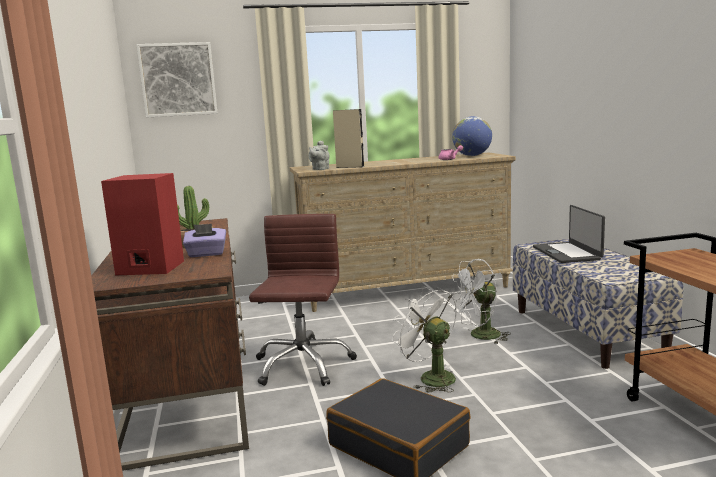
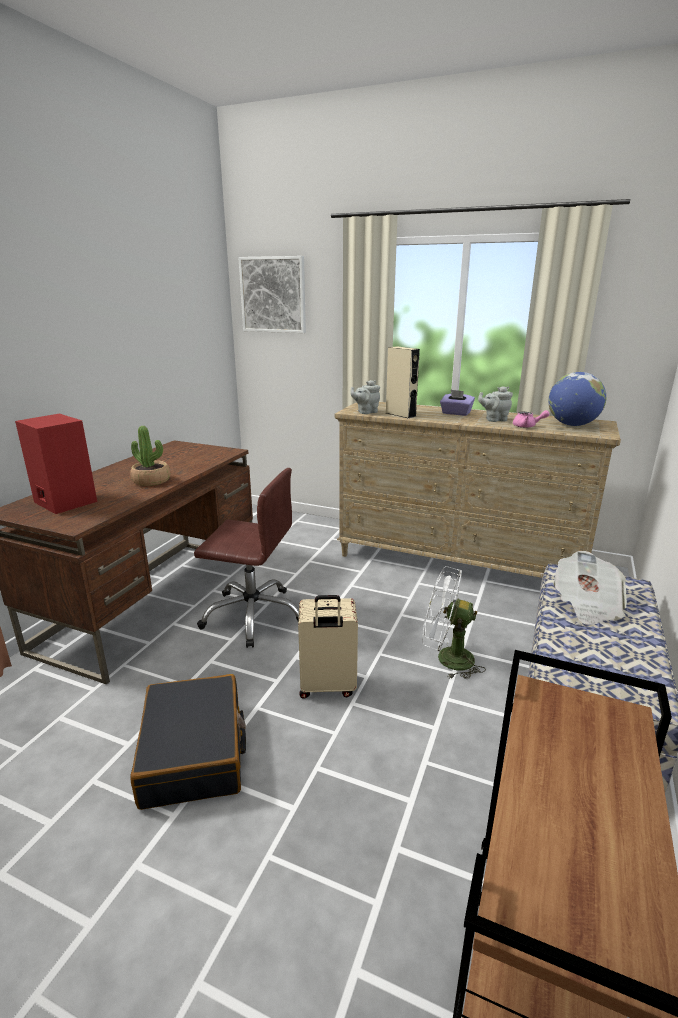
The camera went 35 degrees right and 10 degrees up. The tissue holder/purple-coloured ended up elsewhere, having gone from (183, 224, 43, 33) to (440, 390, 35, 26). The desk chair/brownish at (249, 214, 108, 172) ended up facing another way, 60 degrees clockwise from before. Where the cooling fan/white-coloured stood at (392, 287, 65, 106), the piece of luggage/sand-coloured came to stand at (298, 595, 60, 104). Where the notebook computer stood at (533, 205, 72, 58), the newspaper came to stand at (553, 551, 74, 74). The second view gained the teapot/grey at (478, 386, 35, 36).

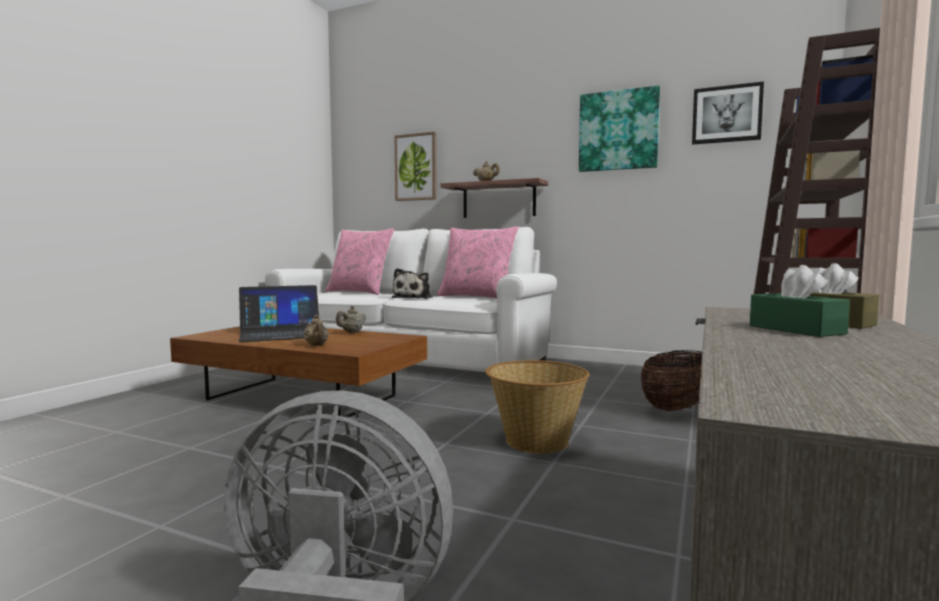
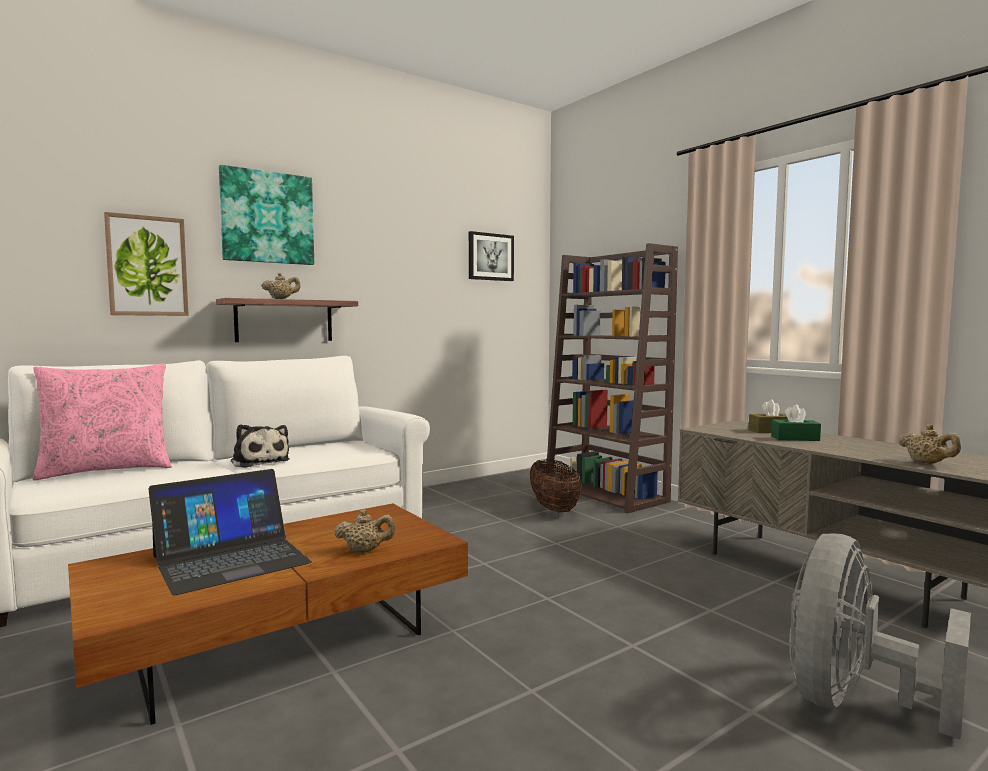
The camera went 60 degrees left and 0 degrees up. The notebook computer at (239, 285, 80, 57) ended up facing another way, 45 degrees clockwise from before. The teapot/sand-coloured ended up elsewhere, having gone from (336, 306, 30, 27) to (898, 424, 63, 40). The second view lost the throw pillow/pink at (437, 226, 81, 72). The second view lost the basket at (485, 360, 104, 94). The wall picture ended up elsewhere, having gone from (579, 85, 81, 87) to (219, 165, 95, 100).

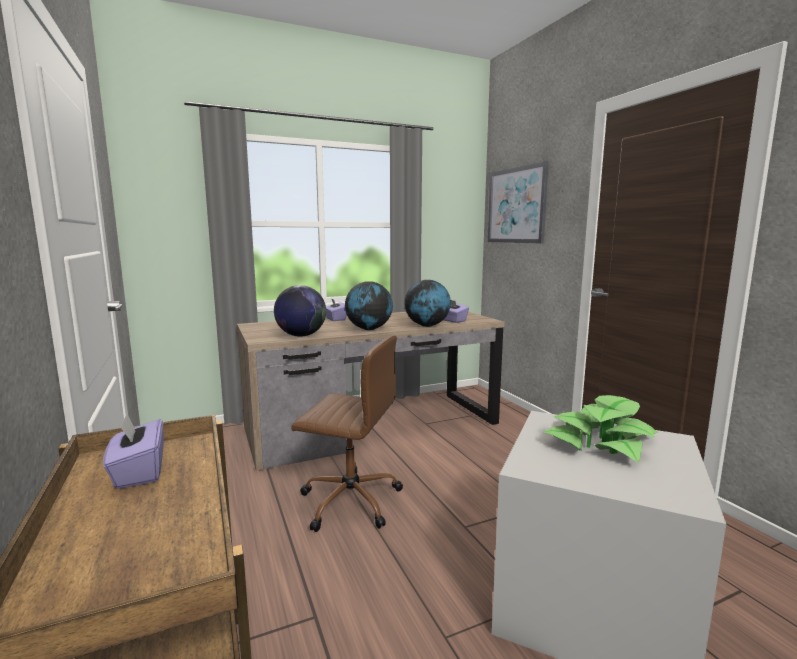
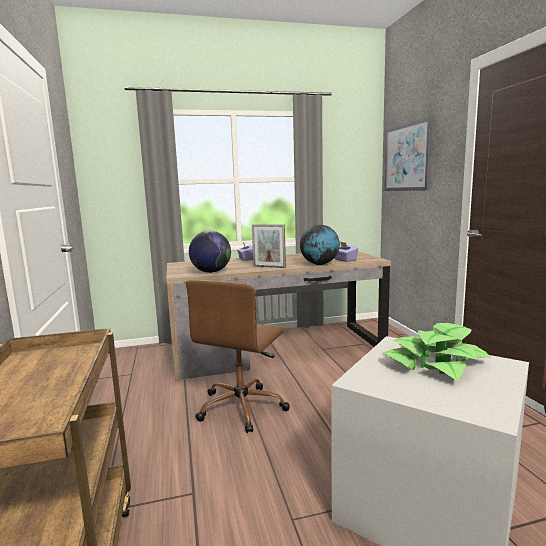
The camera went 10 degrees right and 0 degrees up. The second view lost the tissue holder/purple-coloured at (103, 414, 61, 75). The desk chair/brownish at (291, 336, 112, 196) ended up facing another way, 90 degrees clockwise from before. Where the globe stood at (345, 281, 48, 49), the standing frame came to stand at (252, 224, 34, 44).

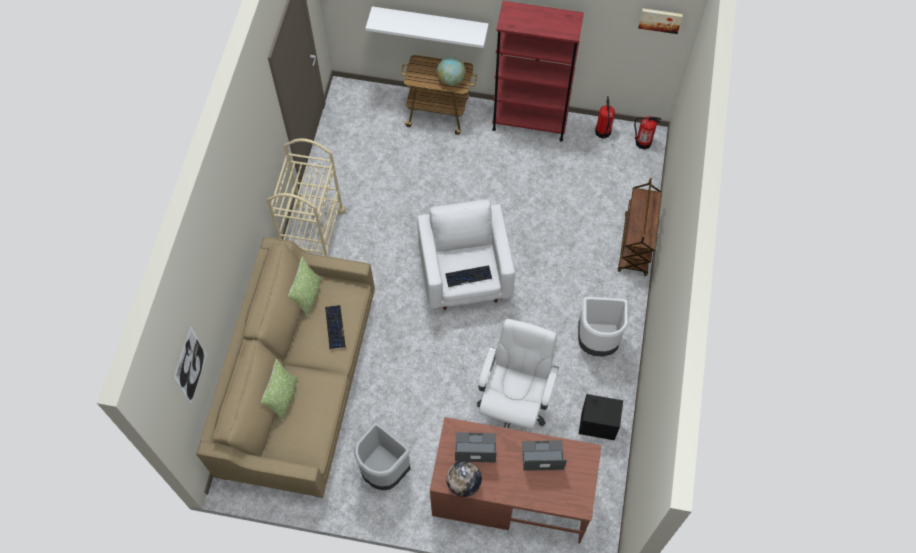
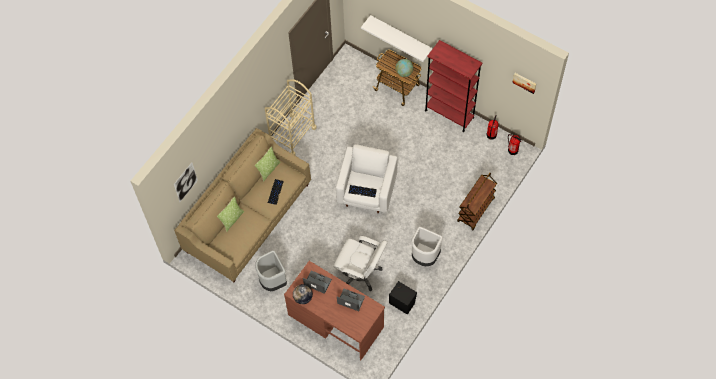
The camera went 25 degrees right and 0 degrees up. The desk chair/white-coloured at (477, 319, 82, 110) ended up facing another way, 75 degrees clockwise from before.

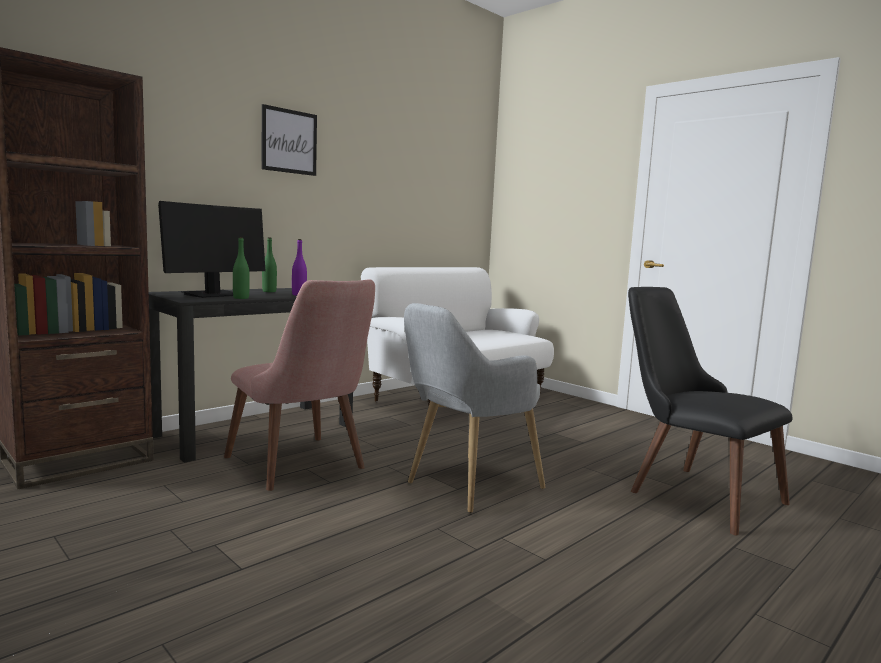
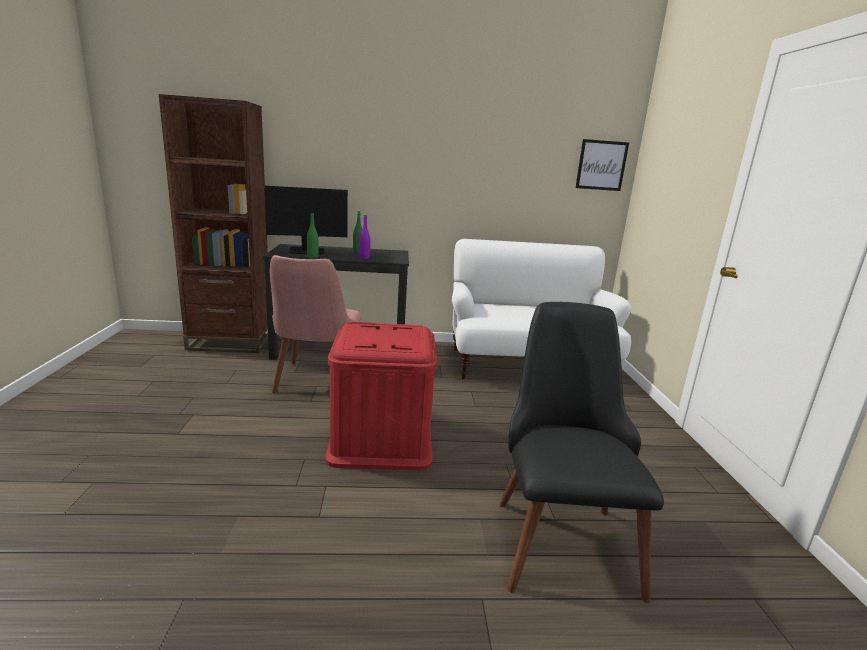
The camera went 40 degrees right and 10 degrees up. The wall picture ended up elsewhere, having gone from (262, 104, 55, 72) to (575, 139, 54, 52). Where the easy chair/grey stood at (404, 303, 141, 210), the storage container/red-coloured came to stand at (325, 322, 112, 148).

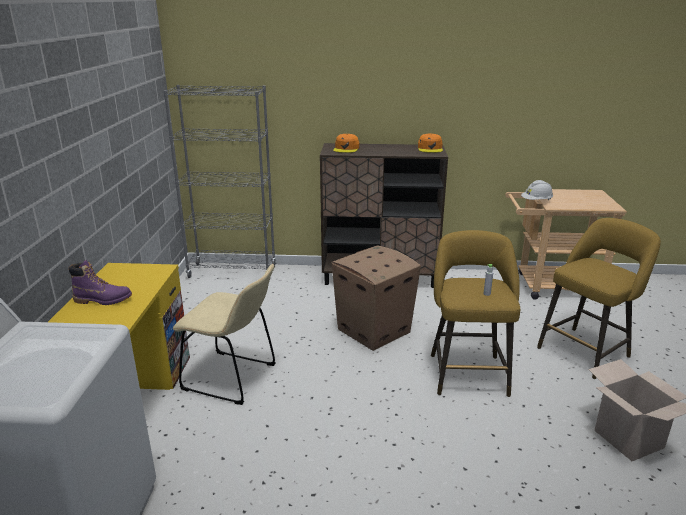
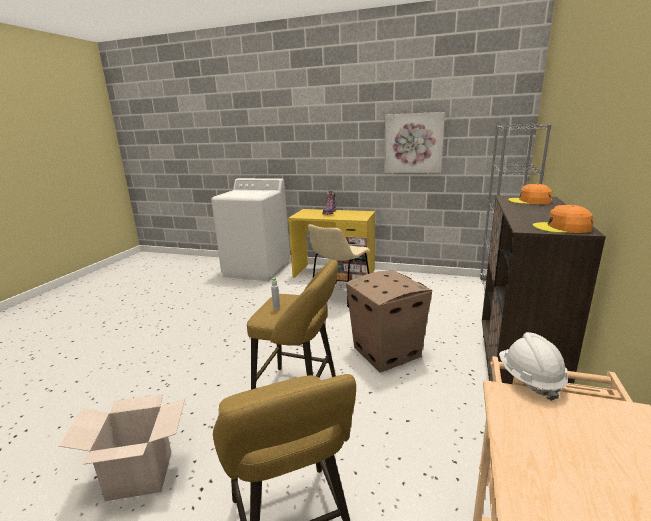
The camera went 105 degrees right and 5 degrees down. The second view gained the wall picture at (384, 112, 61, 61).

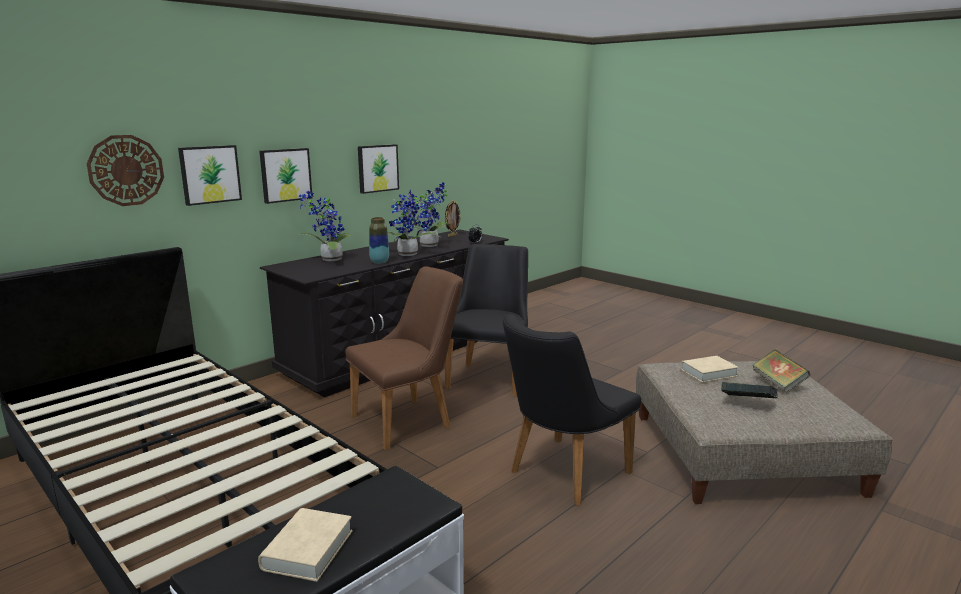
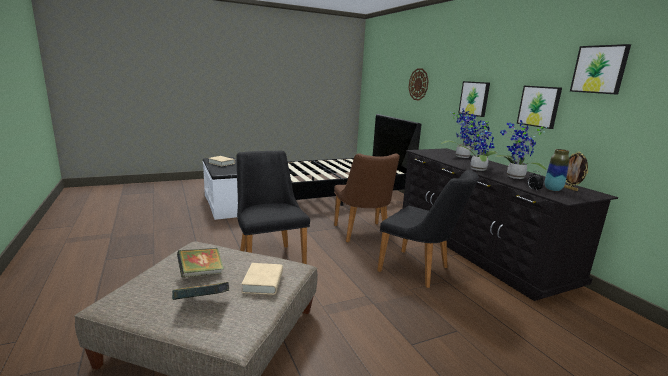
The camera went 110 degrees right and 0 degrees up. The wall picture ended up elsewhere, having gone from (178, 145, 64, 61) to (570, 44, 61, 51). The decorative vase ended up elsewhere, having gone from (369, 217, 20, 47) to (545, 149, 25, 42).

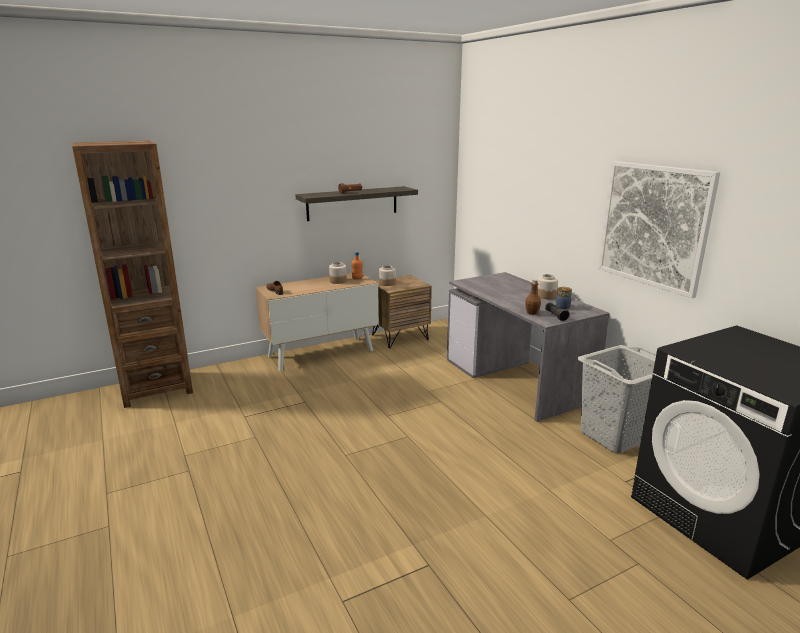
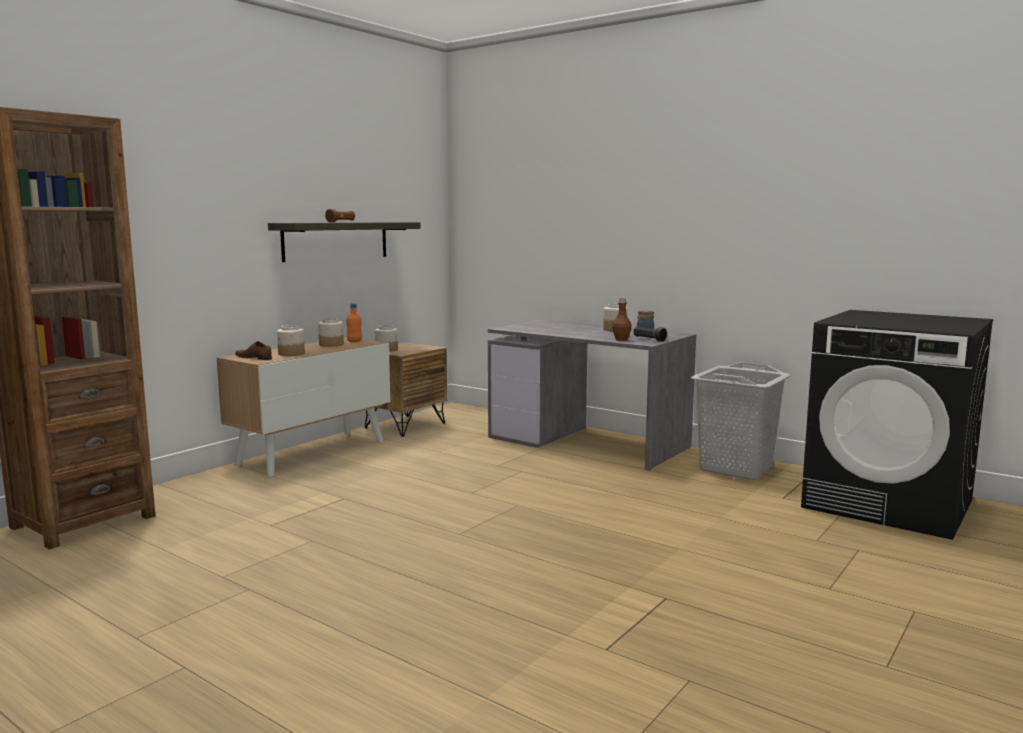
The camera went 25 degrees left and 10 degrees down. The second view lost the wall picture at (598, 161, 122, 137). The second view gained the preserve jar at (277, 325, 28, 31).

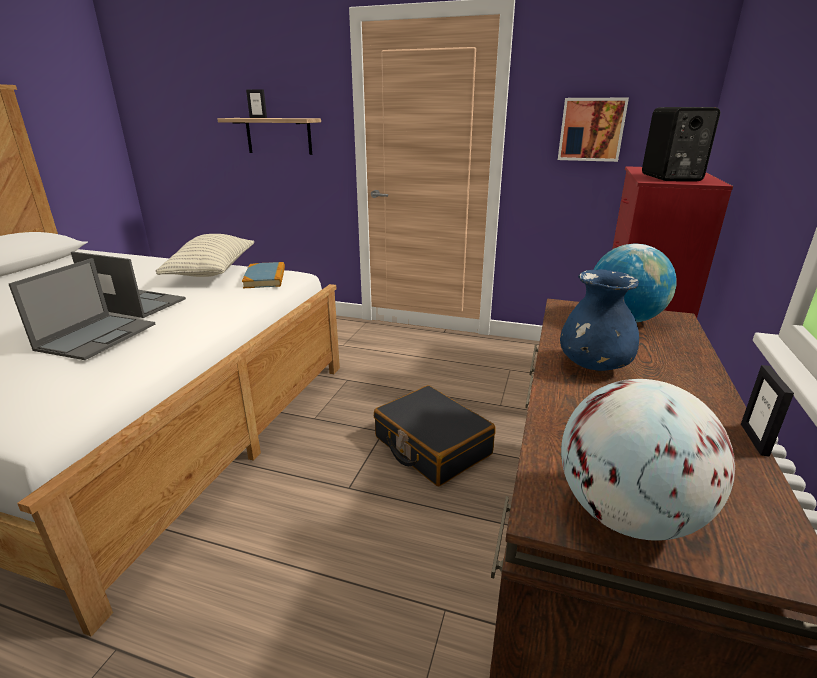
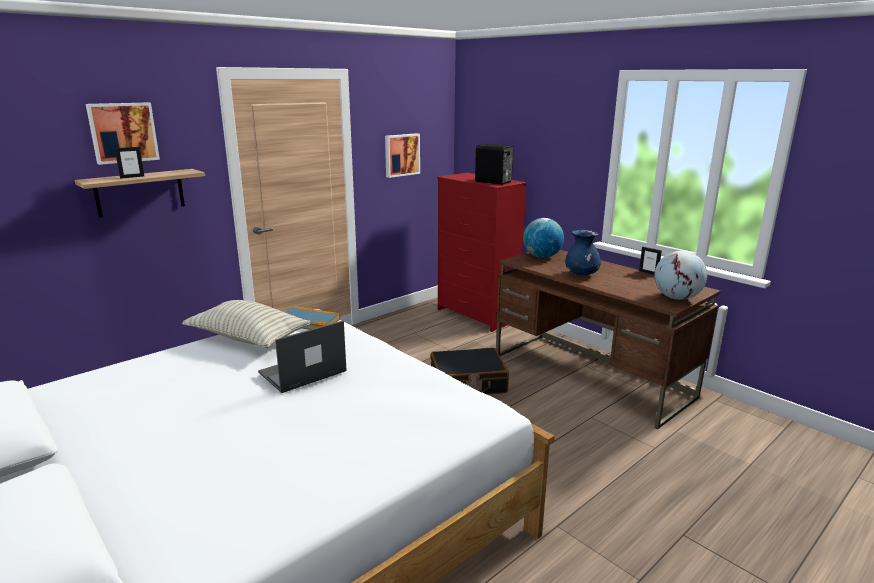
The camera went 60 degrees left and 5 degrees down. The second view lost the notebook computer at (9, 258, 146, 102). The second view gained the wall picture at (86, 102, 74, 63).

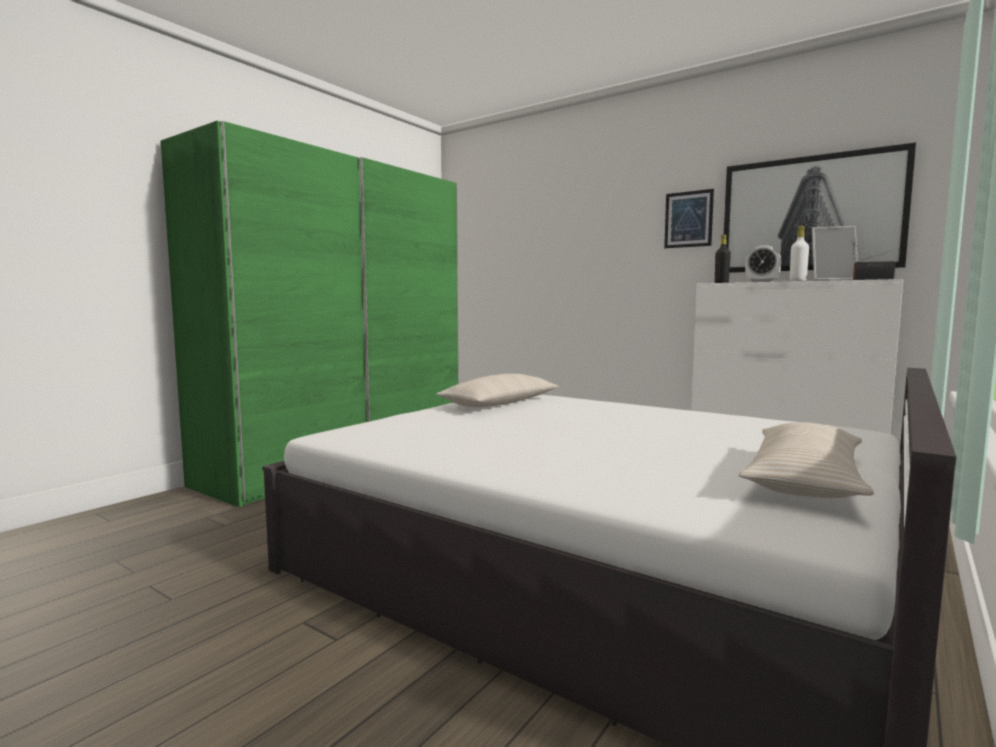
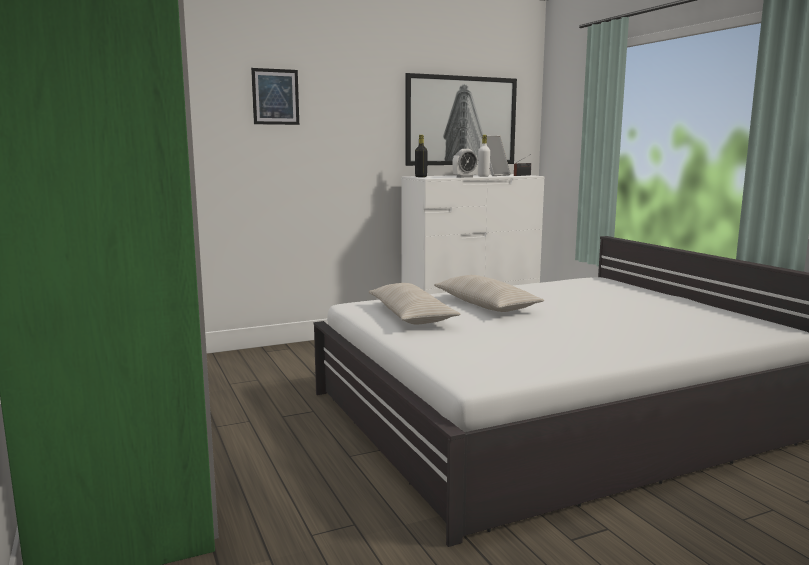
The camera went 60 degrees left and 5 degrees up. The wall picture ended up elsewhere, having gone from (664, 189, 50, 59) to (251, 68, 48, 57). The throw pillow/sand-coloured ended up elsewhere, having gone from (739, 422, 135, 76) to (434, 275, 110, 37).

